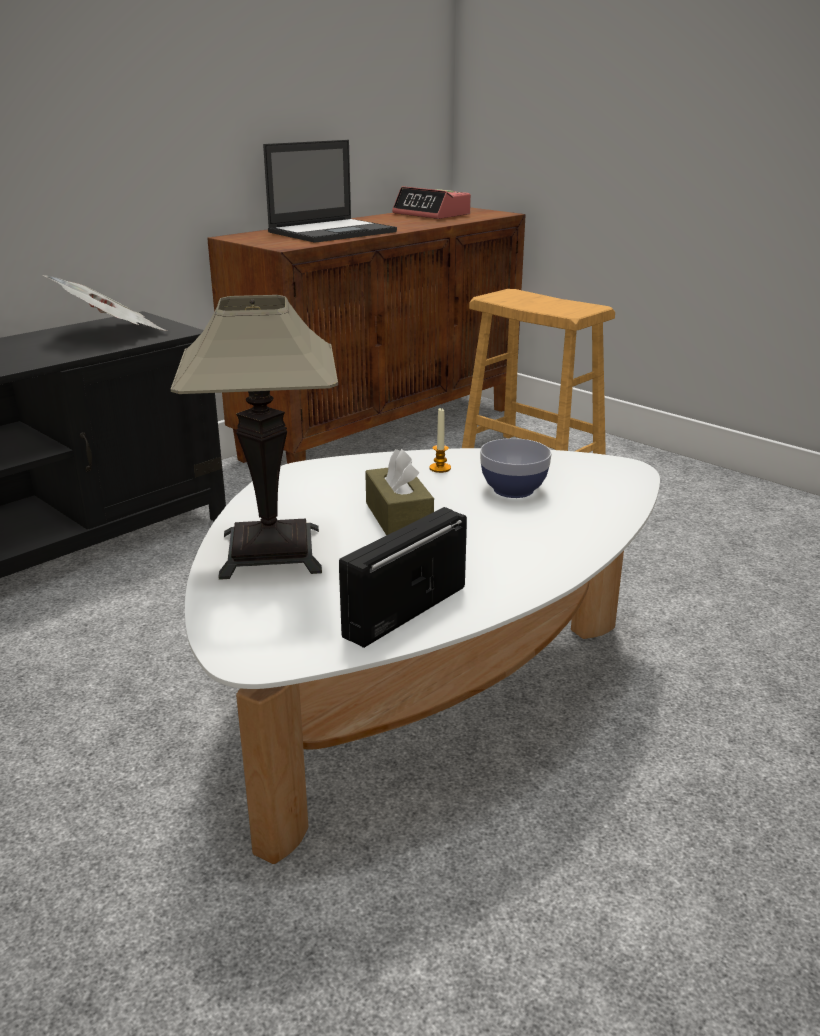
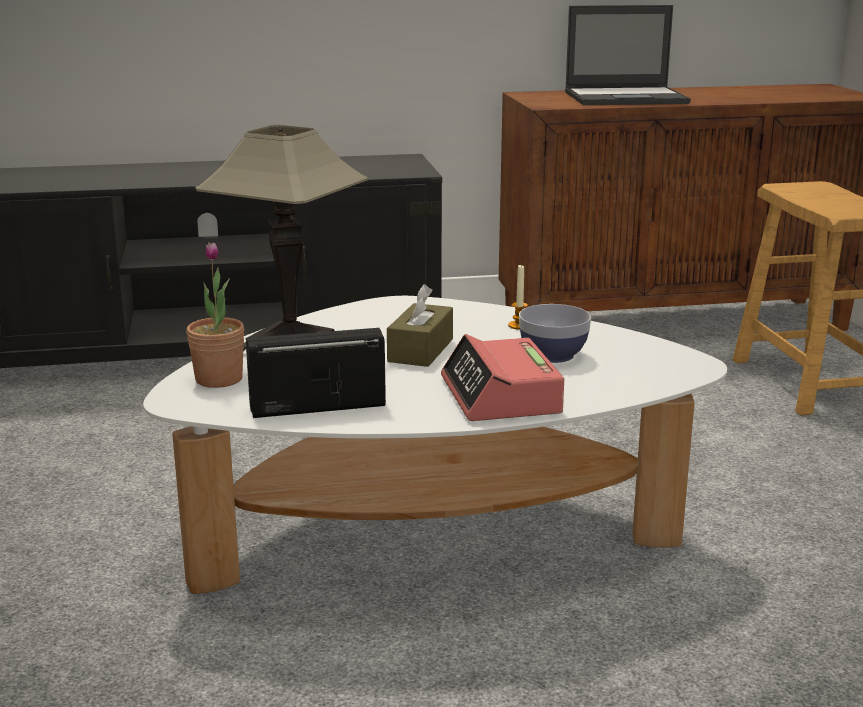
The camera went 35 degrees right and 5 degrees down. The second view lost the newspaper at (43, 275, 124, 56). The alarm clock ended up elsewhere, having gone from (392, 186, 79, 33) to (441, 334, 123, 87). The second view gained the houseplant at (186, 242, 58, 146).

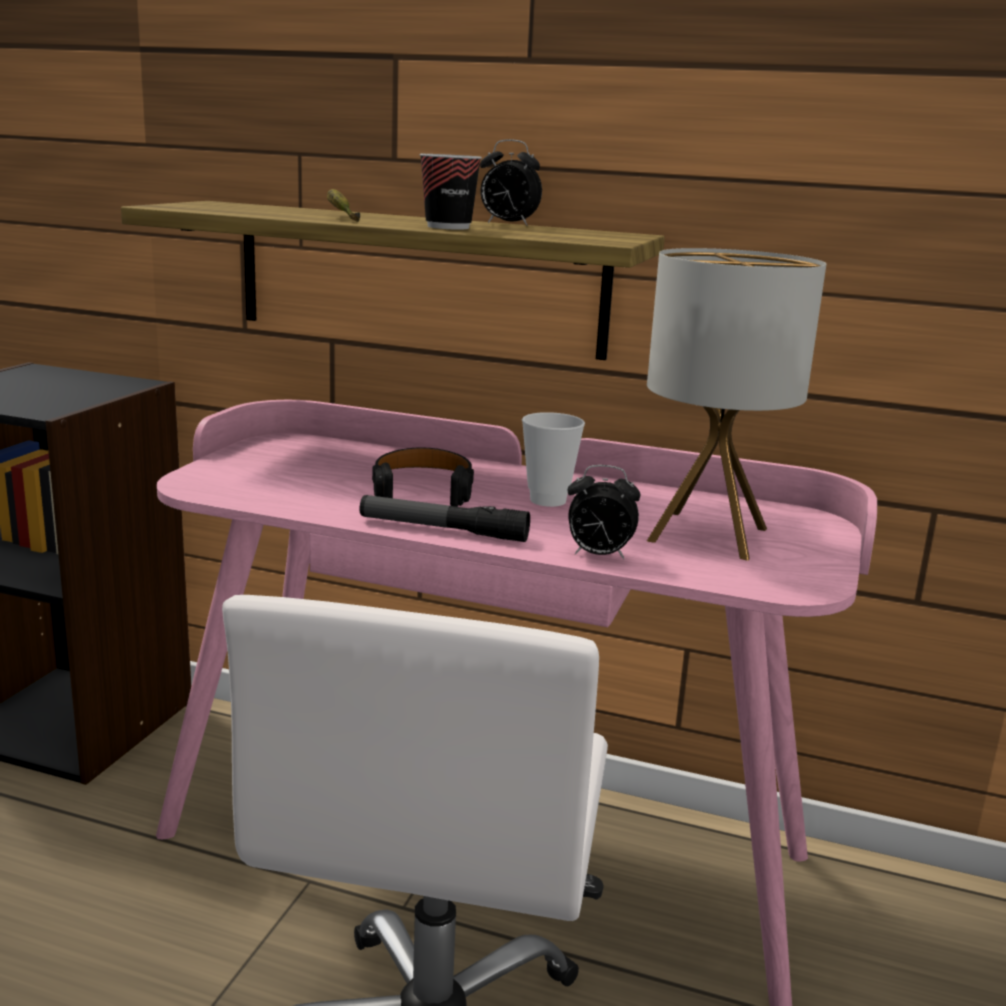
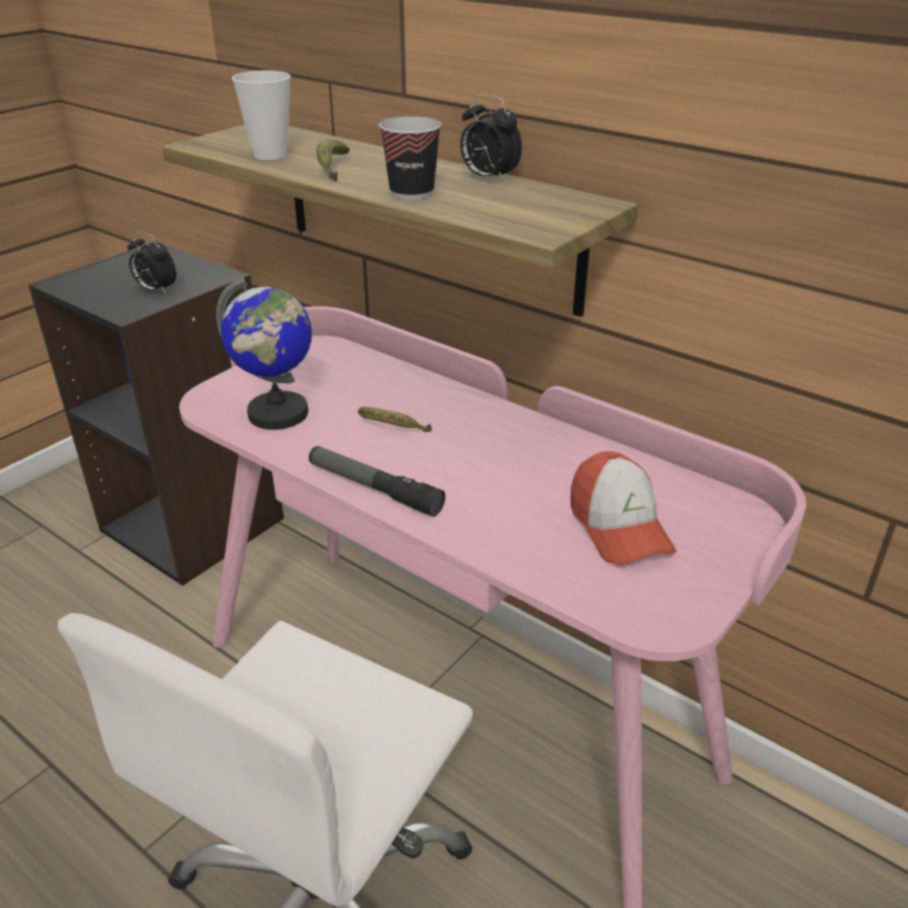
The camera went 20 degrees right and 15 degrees up. Where the headset/black-coloured stood at (372, 448, 102, 59), the whole banana came to stand at (358, 407, 74, 25). The small cup ended up elsewhere, having gone from (522, 412, 63, 95) to (232, 71, 59, 89). The alarm clock ended up elsewhere, having gone from (568, 465, 73, 94) to (127, 232, 49, 63). Where the lamp for a table stood at (647, 248, 179, 313), the peaked cap came to stand at (571, 451, 106, 114). The second view gained the globe at (216, 276, 96, 154).

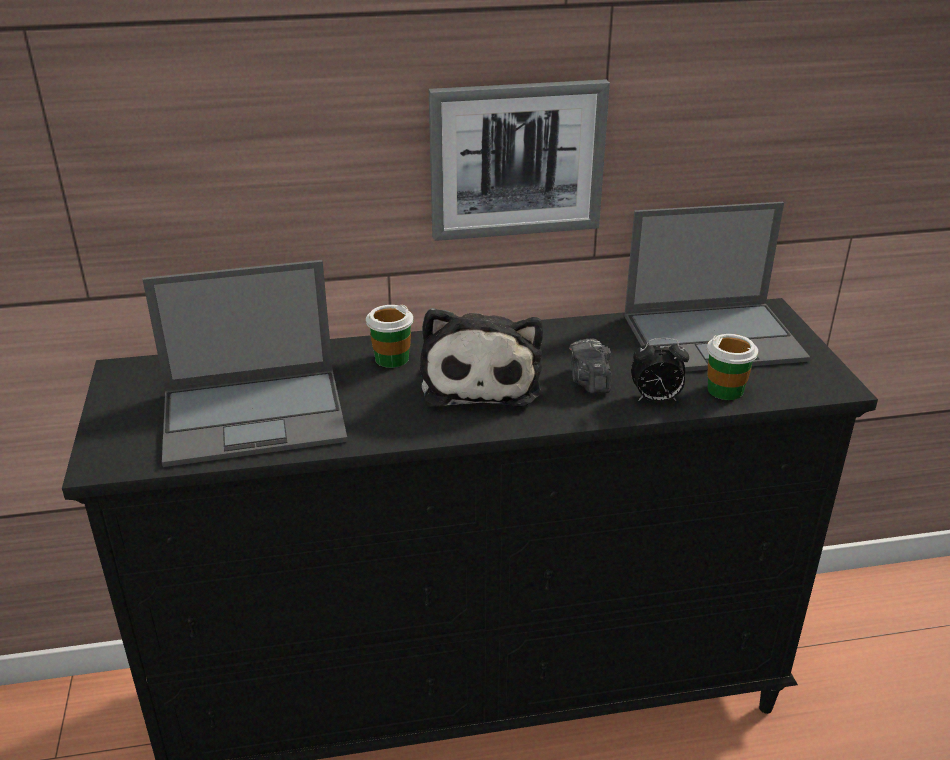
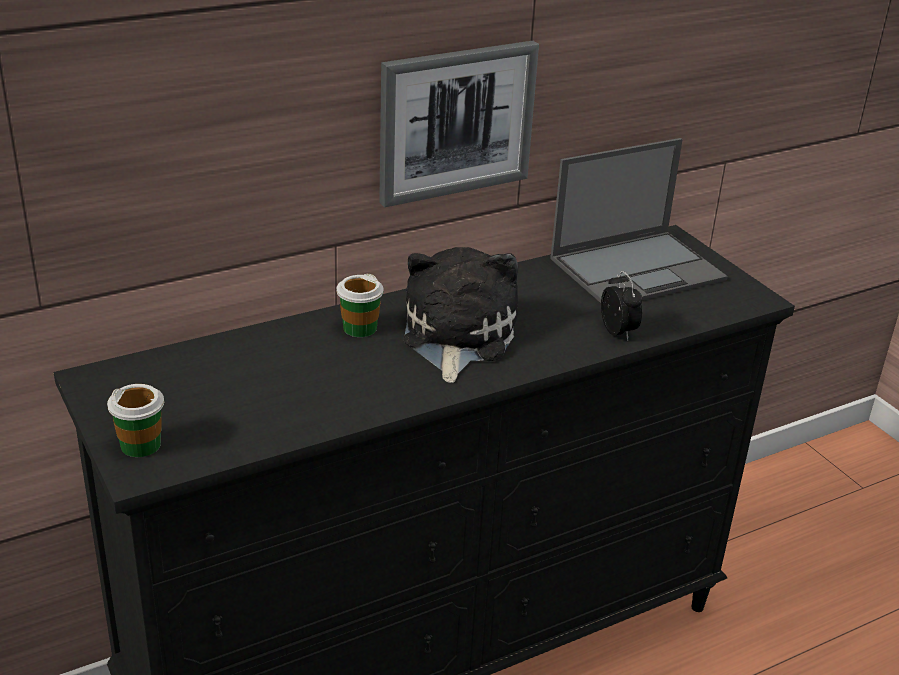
The camera went 20 degrees left and 0 degrees up. The second view lost the notebook computer at (143, 260, 205, 207). The plush toy at (420, 308, 123, 99) ended up facing another way, 150 degrees counterclockwise from before. The second view lost the still camera at (569, 339, 42, 55). The alarm clock at (631, 338, 58, 64) ended up facing another way, 90 degrees counterclockwise from before. The small cup ended up elsewhere, having gone from (707, 334, 51, 66) to (107, 384, 57, 73).

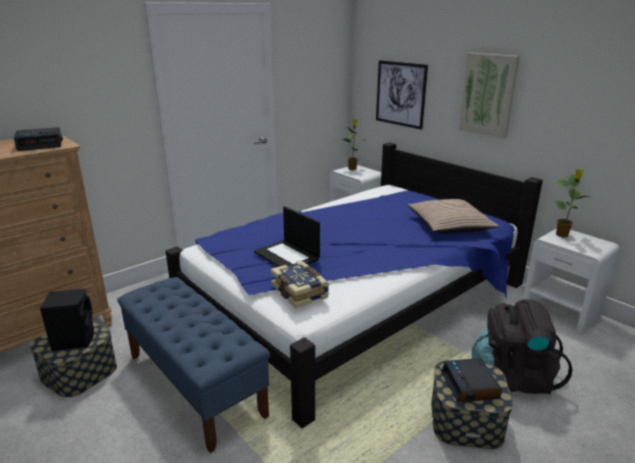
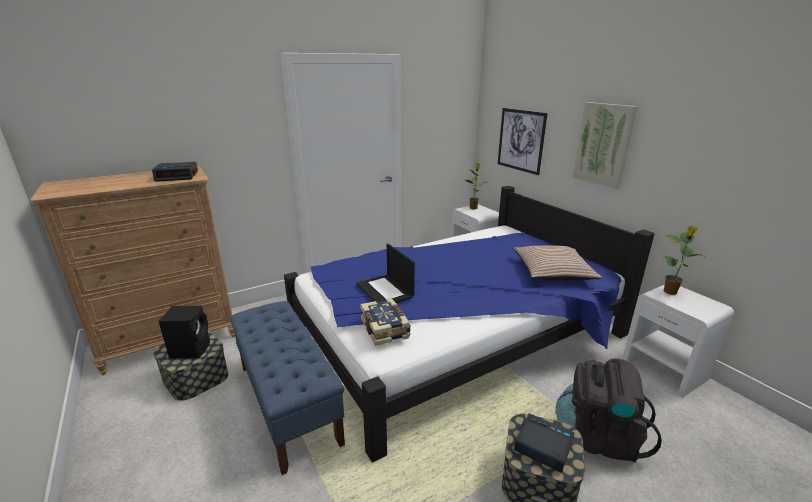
The camera went 10 degrees right and 0 degrees up. The alarm clock at (441, 358, 61, 45) ended up facing another way, 120 degrees clockwise from before.

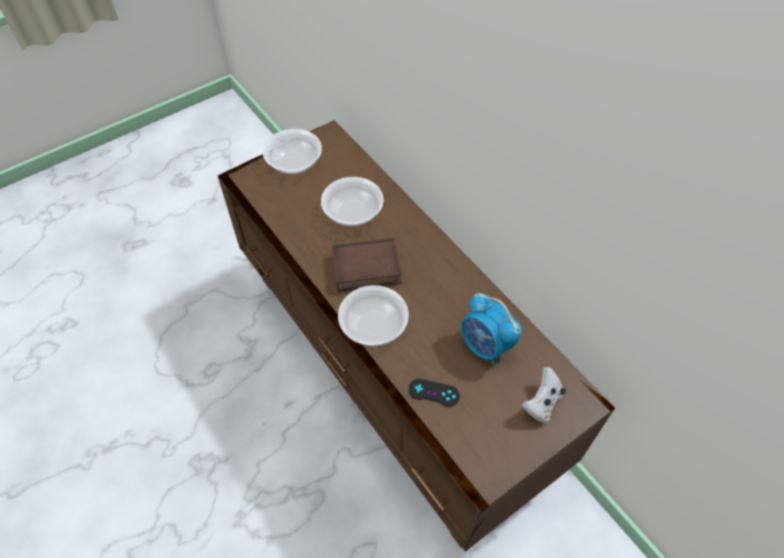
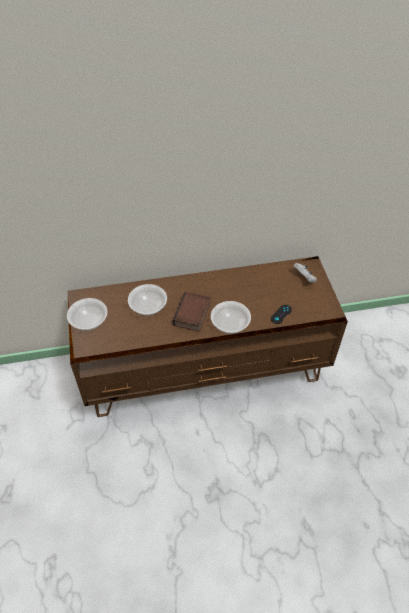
The camera went 65 degrees left and 5 degrees down. The second view lost the alarm clock at (461, 292, 61, 74).

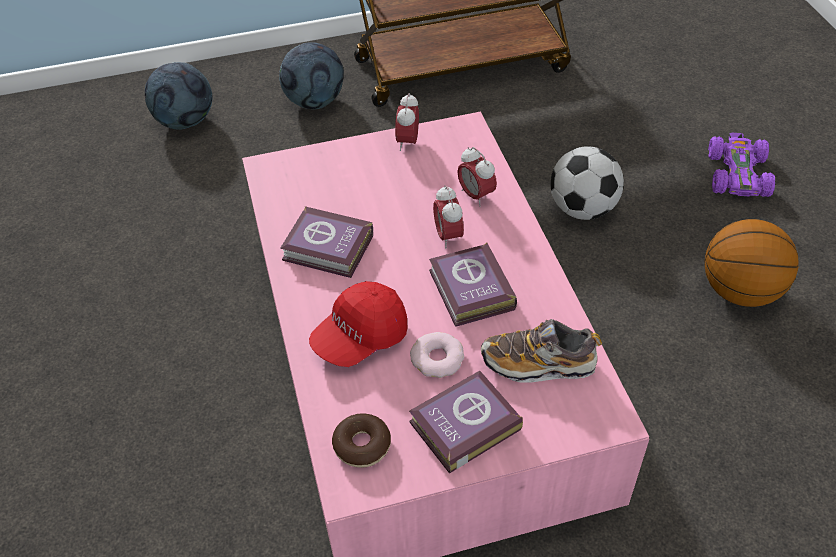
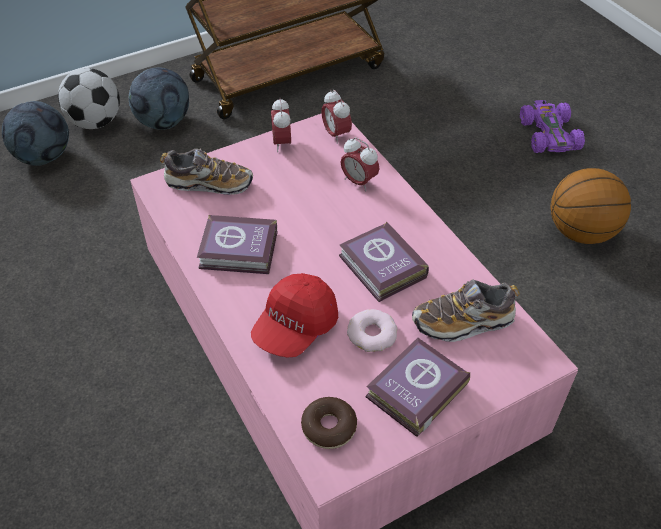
The camera went 15 degrees left and 0 degrees up. The alarm clock ended up elsewhere, having gone from (433, 185, 31, 63) to (321, 90, 31, 54). The ball for football ended up elsewhere, having gone from (550, 146, 74, 74) to (58, 68, 62, 61). The second view gained the low shoe at (160, 149, 93, 46).

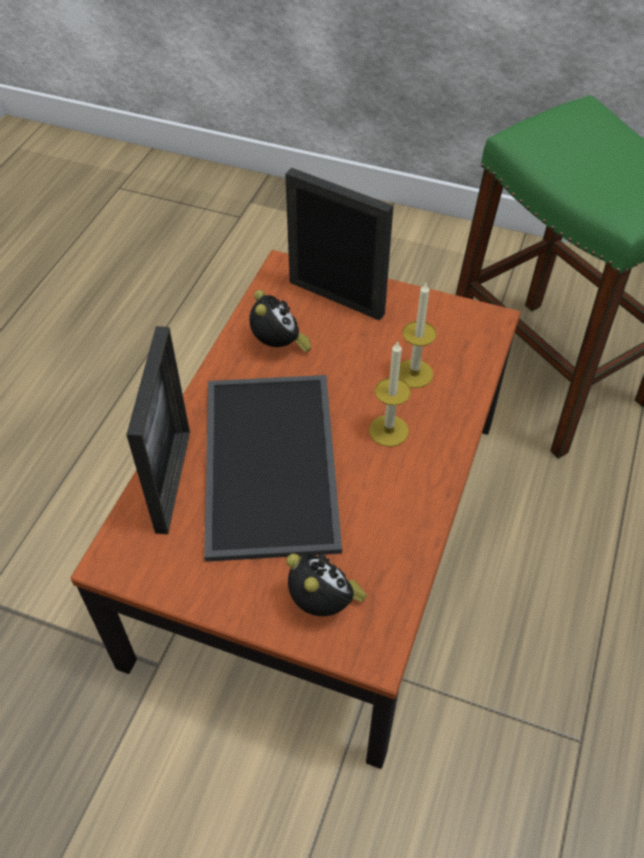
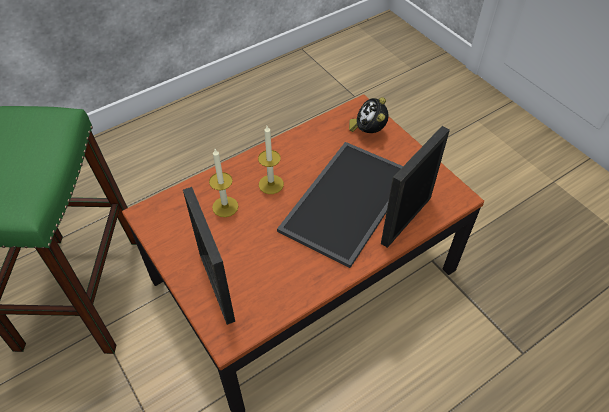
The camera went 145 degrees left and 0 degrees up. The second view lost the alarm clock at (249, 290, 62, 63).

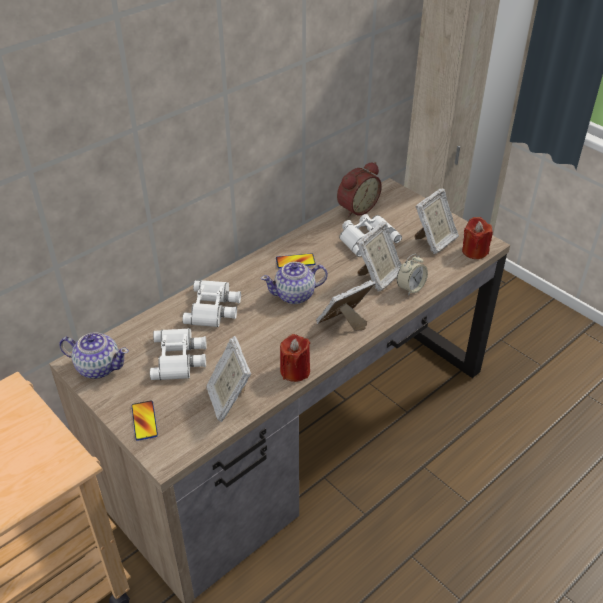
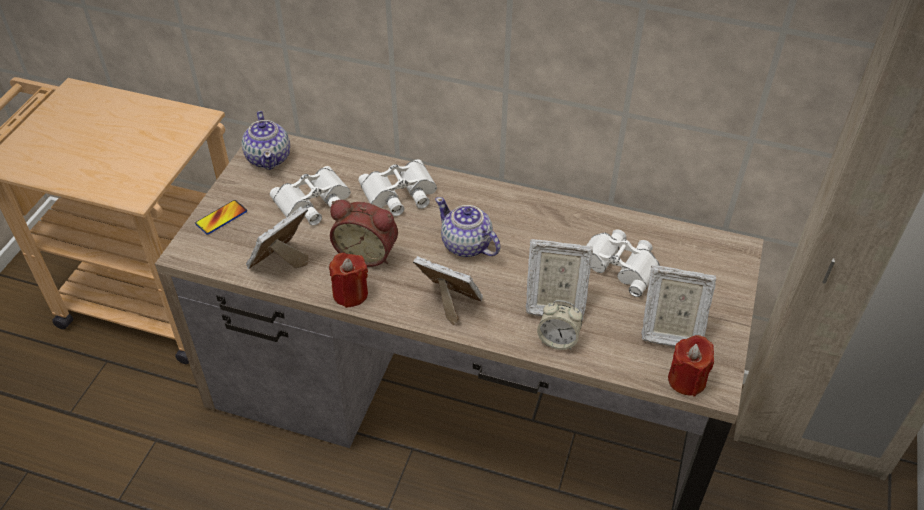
The camera went 60 degrees right and 5 degrees up. The second view lost the handset at (276, 253, 40, 15). The alarm clock ended up elsewhere, having gone from (337, 162, 45, 56) to (330, 200, 68, 67).

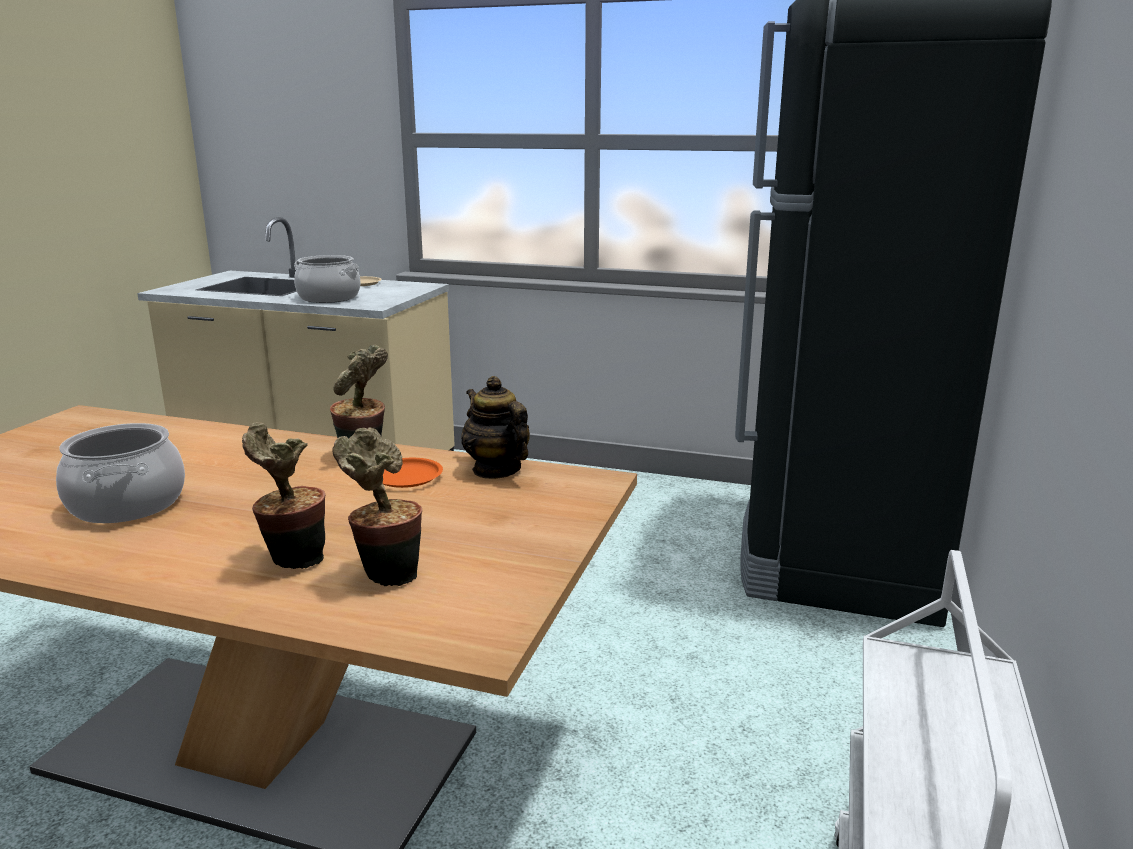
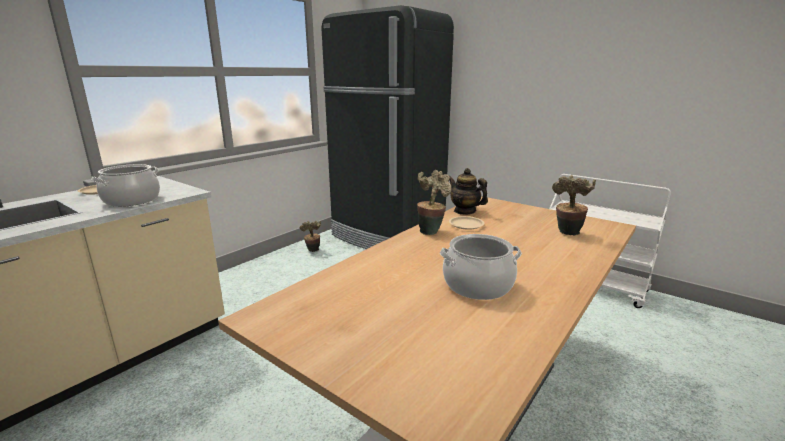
The camera went 70 degrees left and 0 degrees up. The houseplant ended up elsewhere, having gone from (242, 422, 83, 147) to (300, 221, 21, 31). What was the flat dish/orange at (383, 458, 60, 30) turned into the flat dish/sand-coloured at (449, 216, 35, 14). The teapot at (461, 376, 69, 103) ended up facing another way, 60 degrees clockwise from before.

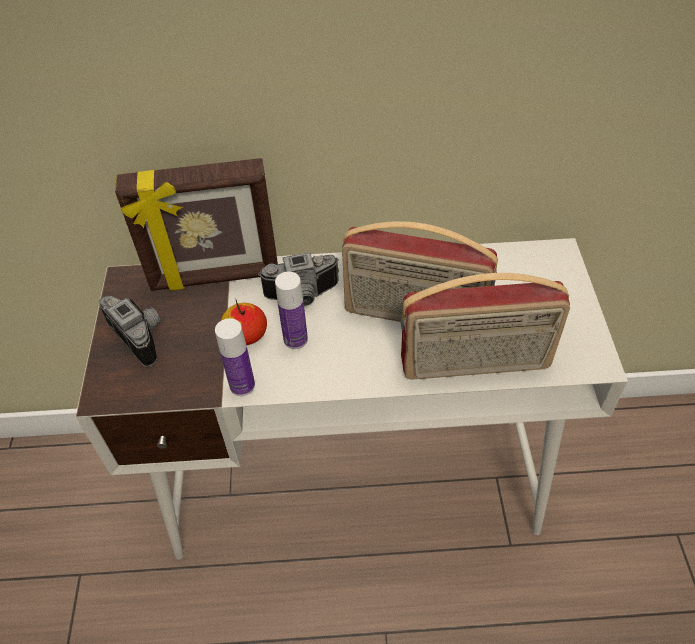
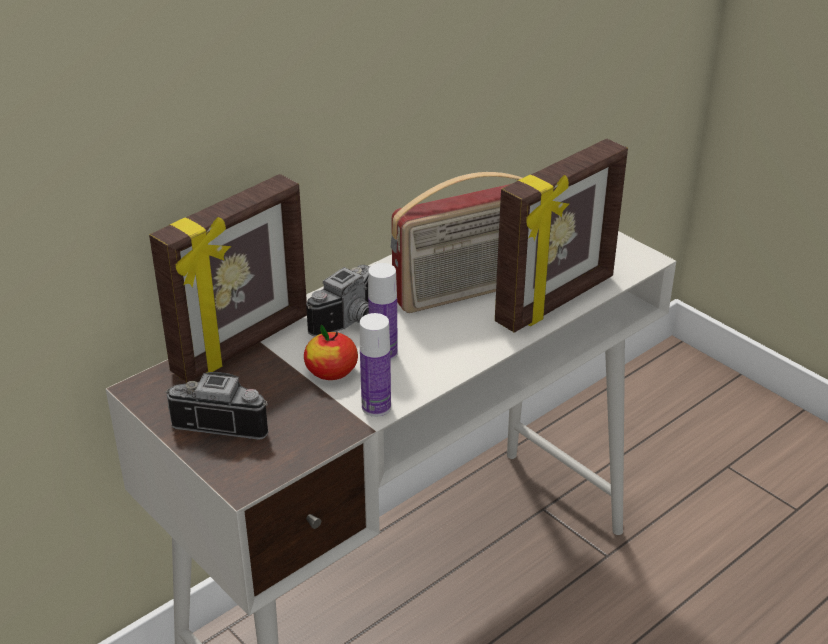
The camera went 40 degrees left and 15 degrees down. Where the radio receiver stood at (400, 273, 170, 107), the standing frame came to stand at (495, 139, 133, 193).

